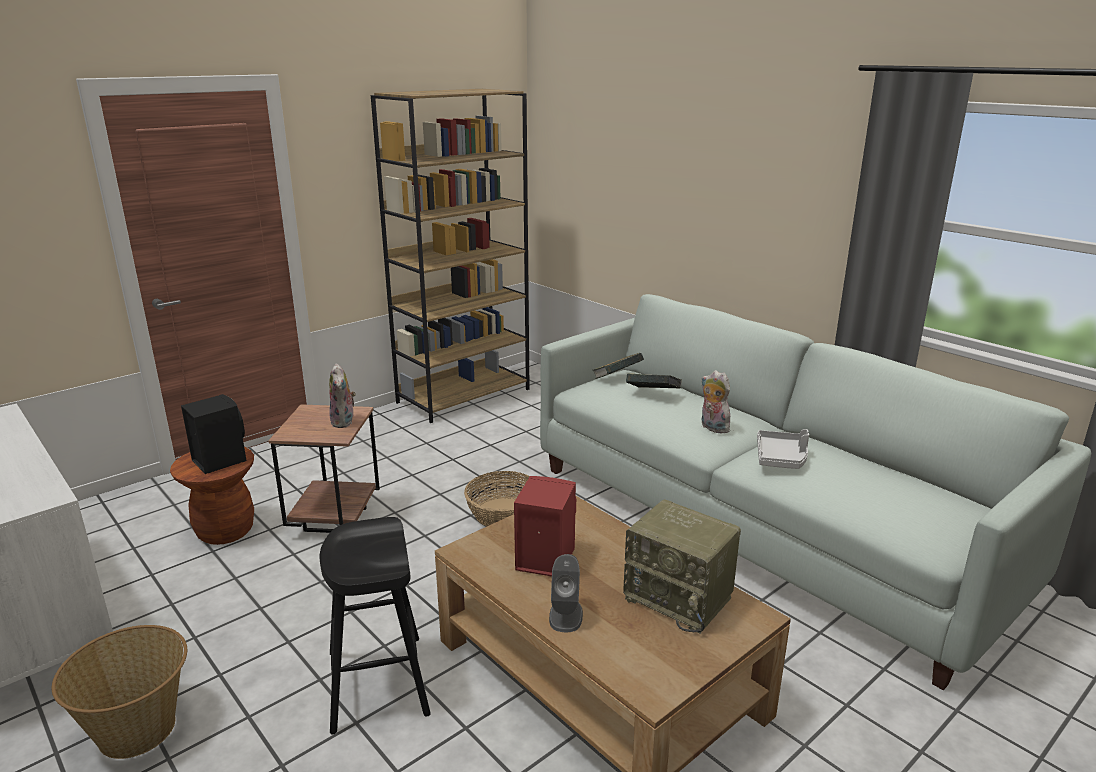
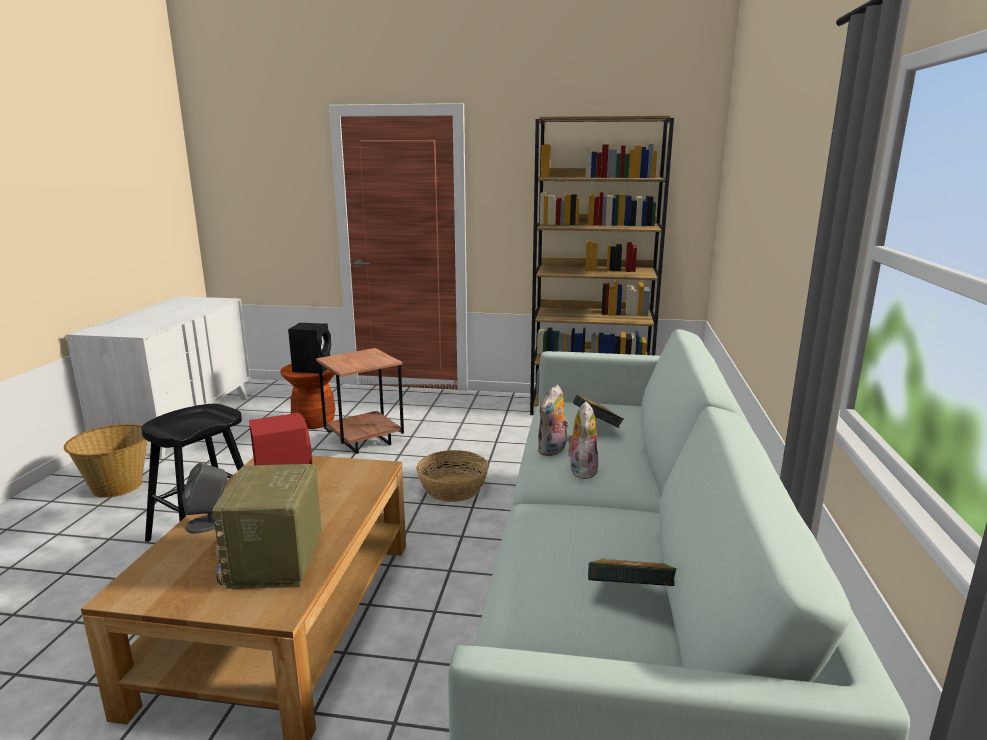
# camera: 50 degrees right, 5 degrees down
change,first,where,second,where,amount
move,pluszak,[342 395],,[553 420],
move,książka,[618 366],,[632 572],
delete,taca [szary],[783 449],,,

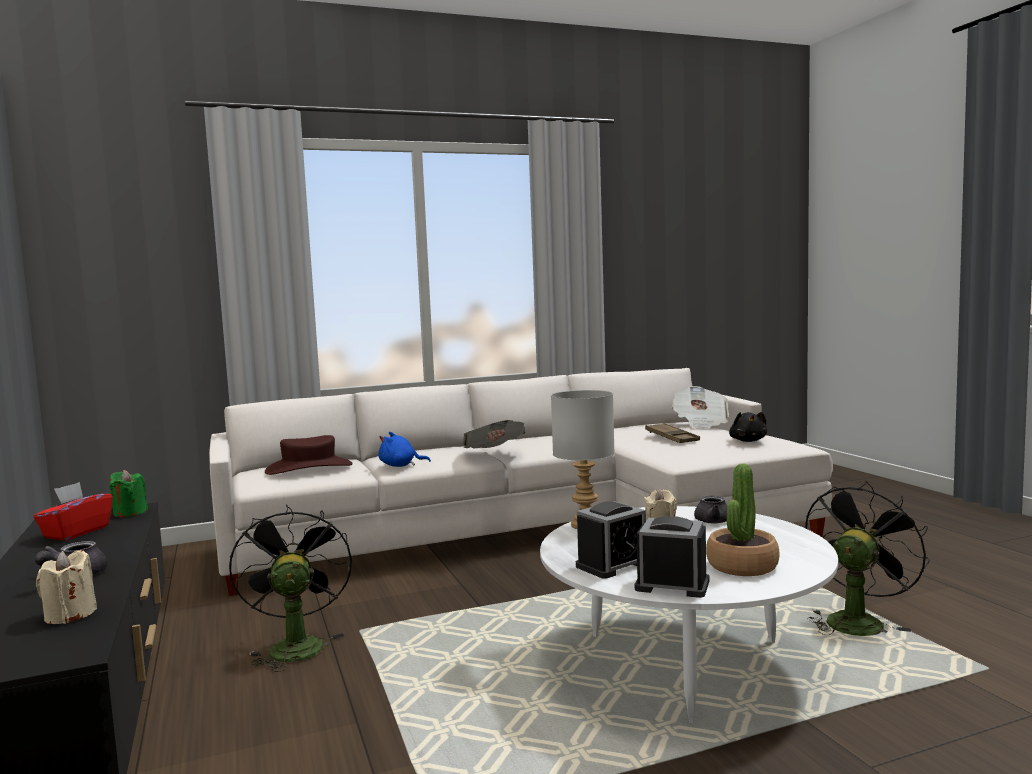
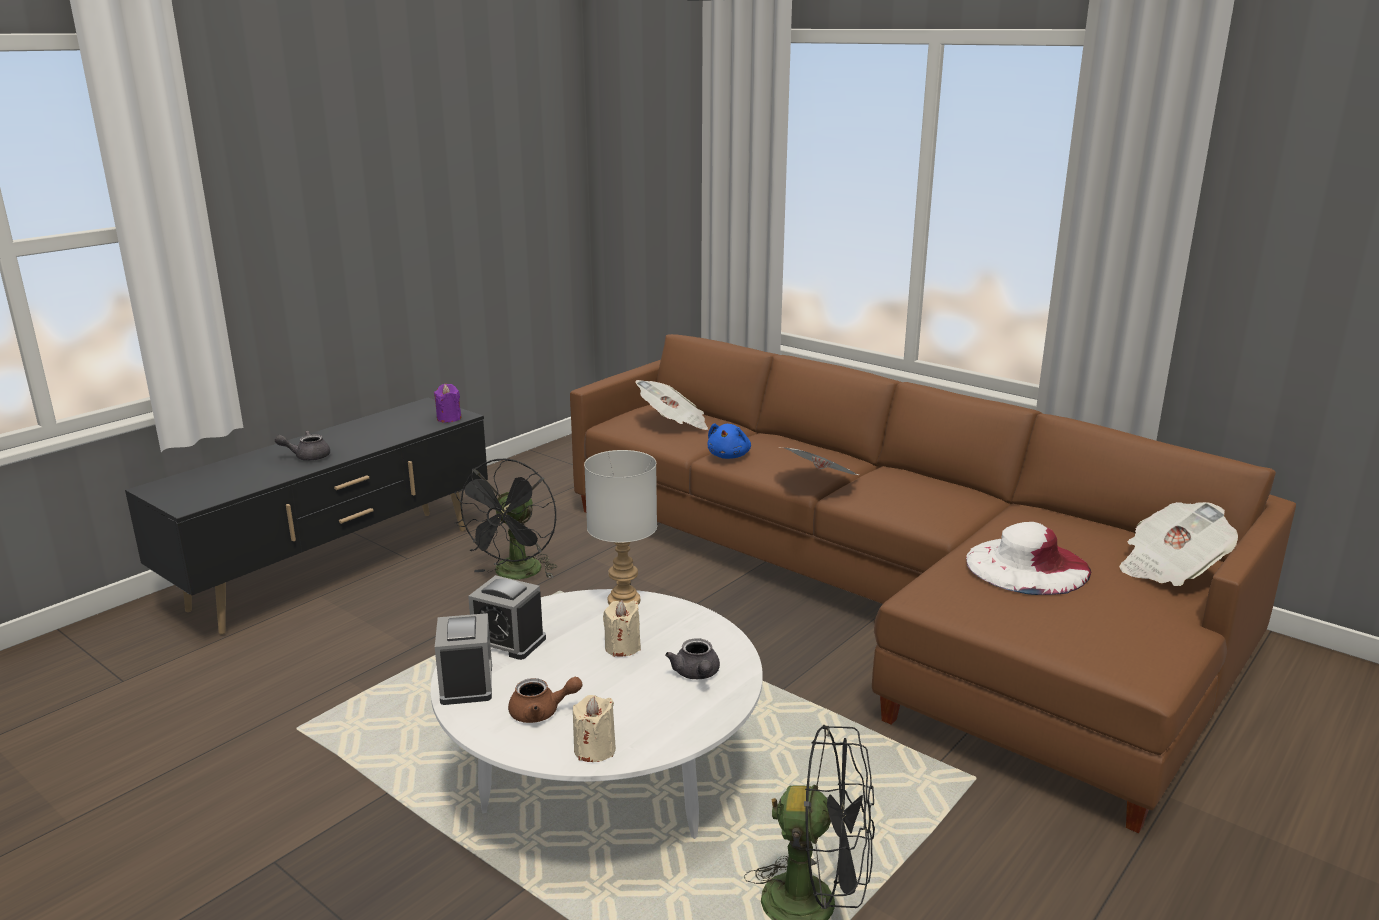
# camera: 60 degrees right, 15 degrees up
change,first,where,second,where,amount
delete,pudełko chusteczek [czerwony],[73 511],,,
move,świeca [beżowy],[66 587],,[594 728],
recolor,świeca [zielony],[128 493],świeca [fioletowy],[448 403],
recolor,kanapa [biały],[521 482],kanapa [brązowy],[933 583],
rotate,wentylator [czarny],[290 588],,[506 518],150 degrees clockwise
replace,kapelusz [brązowy],[308 455],gazeta,[671 405],
rotate,pluszak [niebieski],[404 449],,[729 441],135 degrees counterclockwise
replace,taca [brązowy],[672 433],kapelusz [biały],[1028 558],
replace,roślina doniczkowa,[742 520],imbryk [brązowy],[545 700],
delete,pluszak [czarny],[748 427],,,

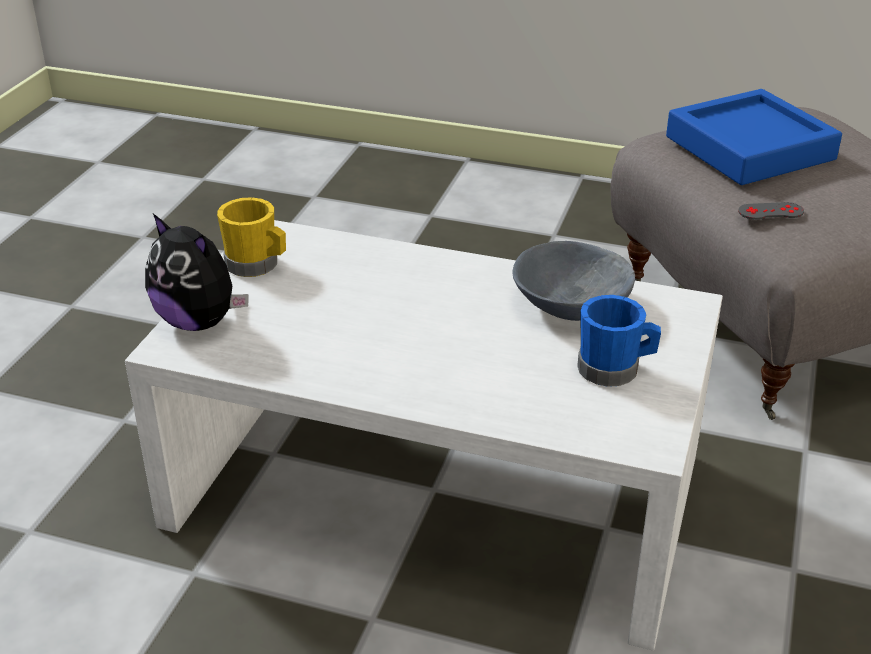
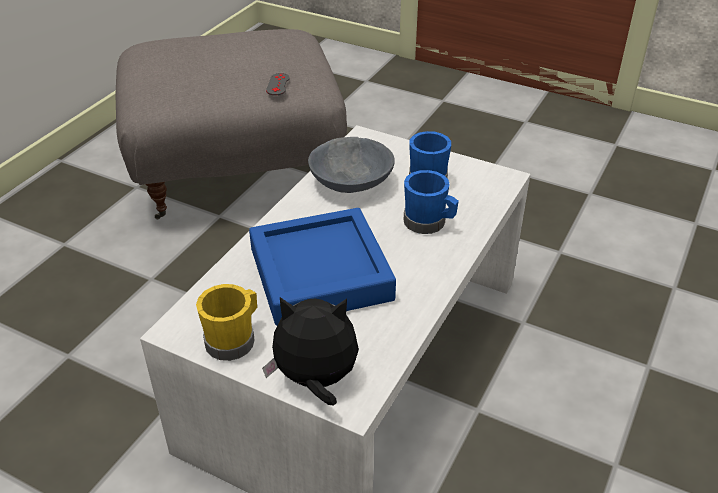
# camera: 80 degrees left, 5 degrees up
change,first,where,second,where,amount
rotate,pluszak,[197 272],,[310 351],135 degrees counterclockwise
move,taca [niebieski],[754 137],,[322 267],
insert,,,kubek [niebieski],[431 202],

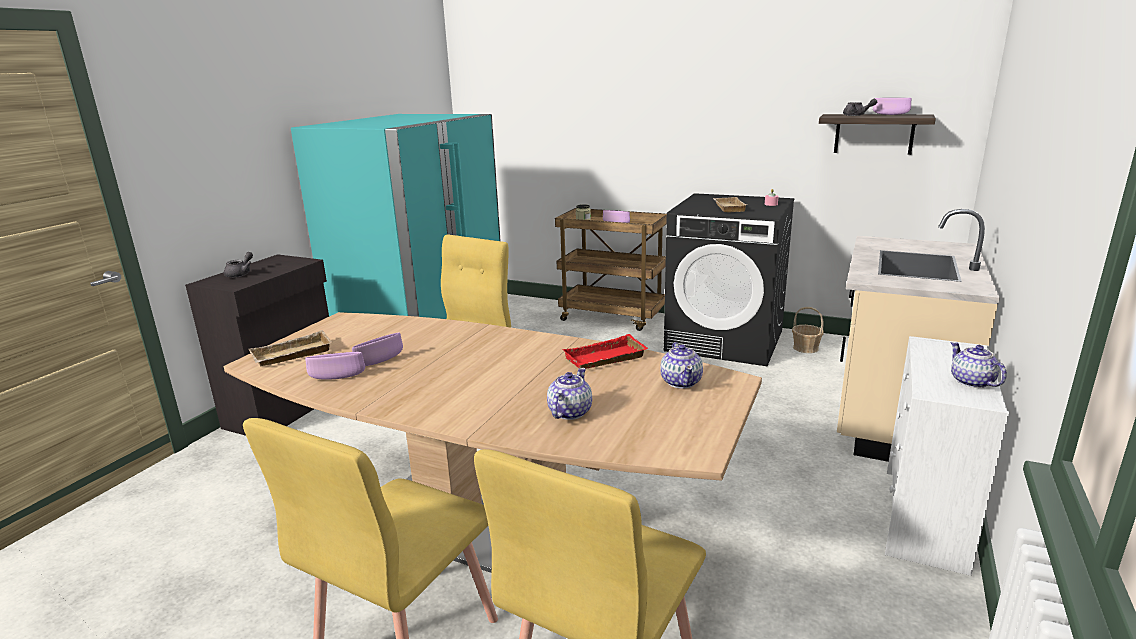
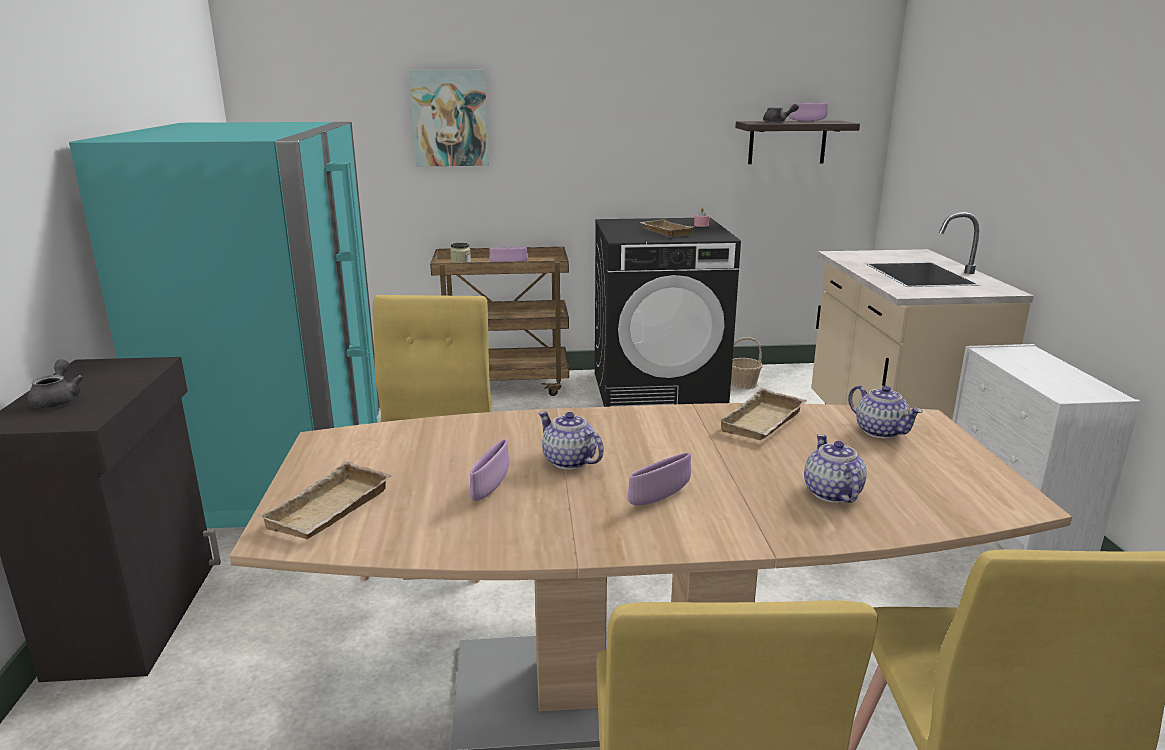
# camera: 30 degrees left, 0 degrees up
change,first,where,second,where,amount
move,miska [fioletowy],[335 366],,[659 478],
recolor,taca [czerwony],[605 351],taca [beżowy],[762 414],
move,imbryk,[978 365],,[571 440],
insert,,,obraz,[449 118],

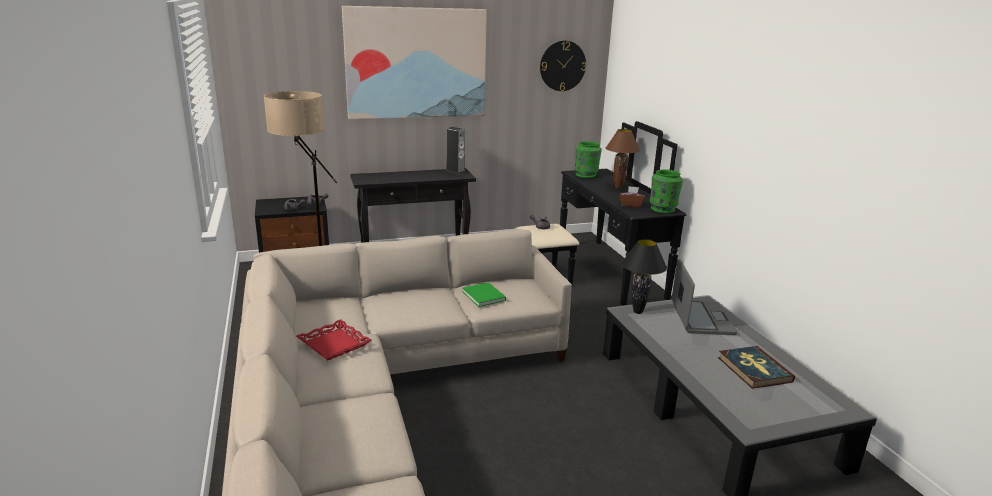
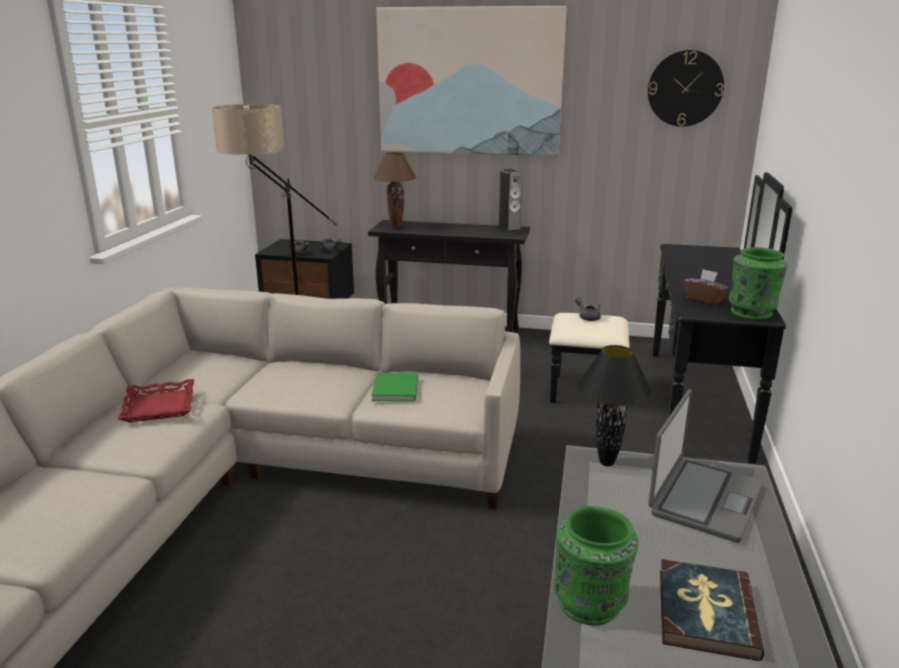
# camera: 30 degrees right, 0 degrees up
change,first,where,second,where,amount
move,wazon [zielony],[588 159],,[596 566],
move,lampa stołowa [brązowy],[623 159],,[395 190],

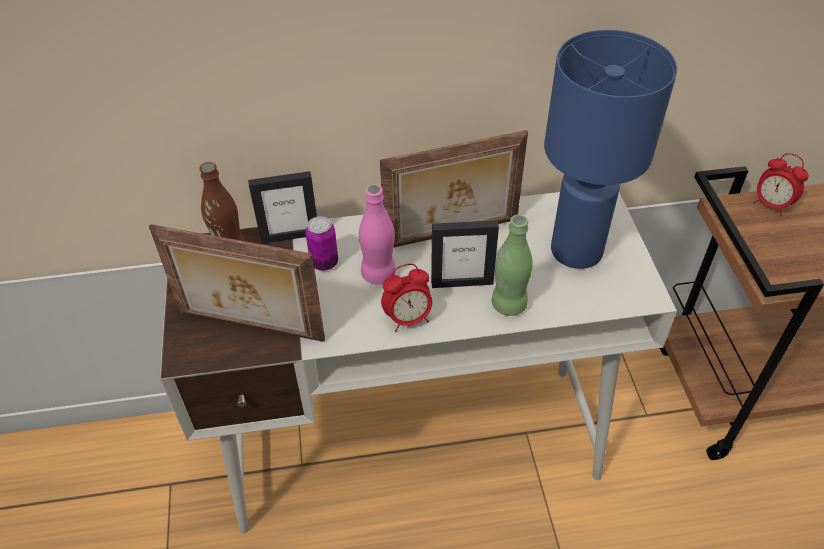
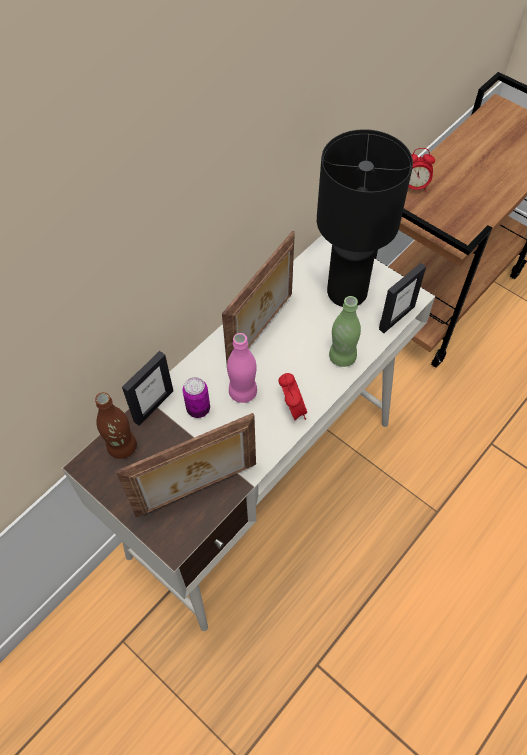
# camera: 40 degrees left, 10 degrees up
change,first,where,second,where,amount
rotate,budzik,[406 298],,[292 396],45 degrees counterclockwise
move,ramka na zdjęcie,[465 254],,[402 298],
recolor,lampa stołowa [niebieski],[610 149],lampa stołowa [czarny],[365 218],

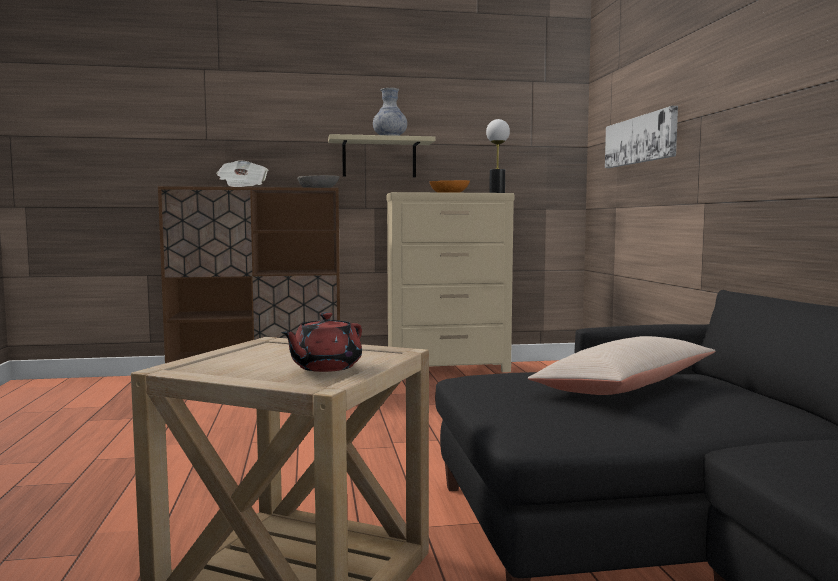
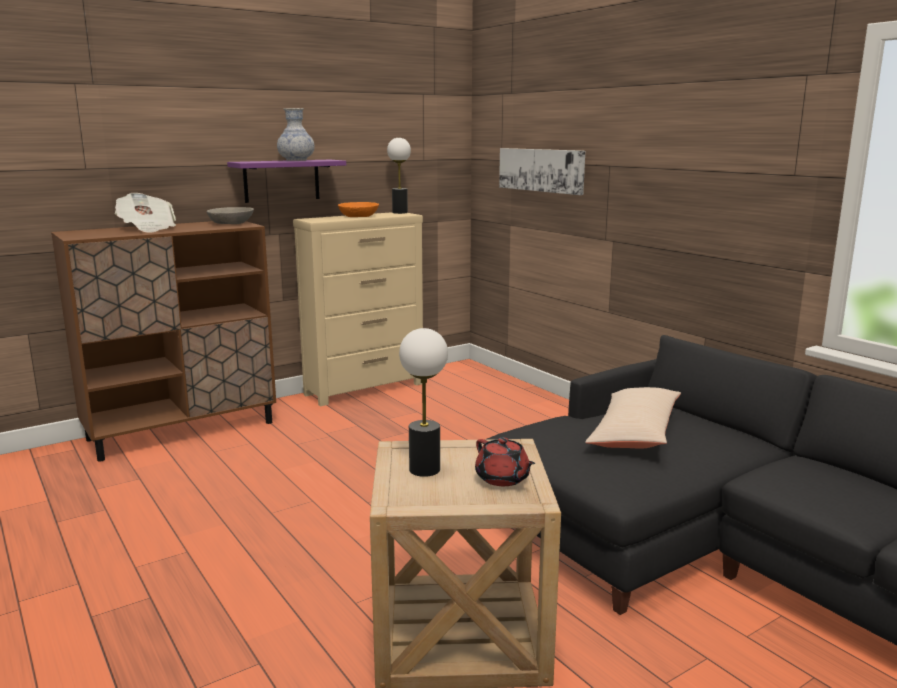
# camera: 25 degrees left, 10 degrees up
change,first,where,second,where,amount
rotate,imbryk [czerwony],[321 342],,[505 461],45 degrees counterclockwise
recolor,półka [beżowy],[382 155],półka [fioletowy],[286 181],
insert,,,lampa stołowa,[423 402],

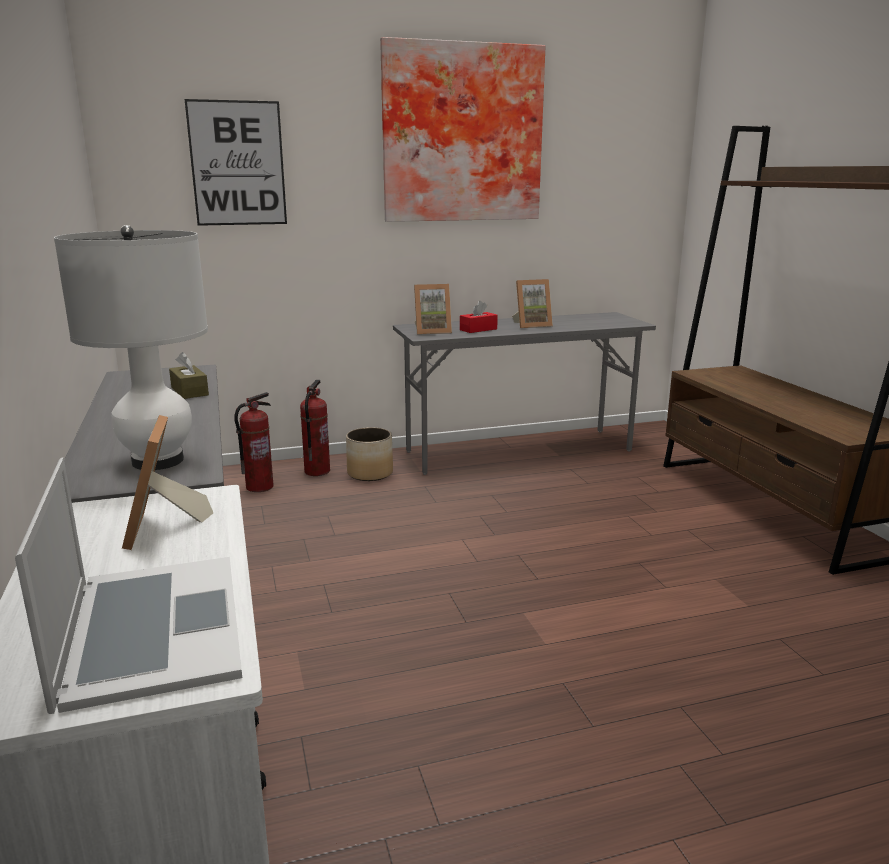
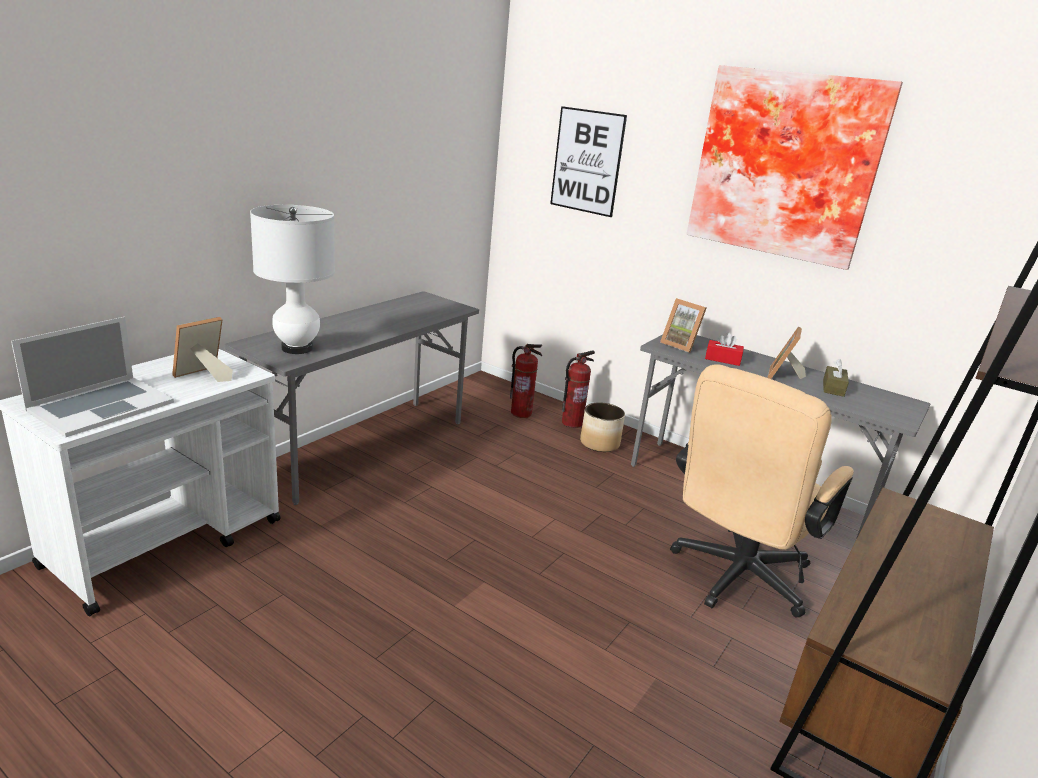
# camera: 50 degrees right, 5 degrees up
change,first,where,second,where,amount
move,pudełko chusteczek [brązowy],[189 375],,[836 378],
rotate,ramka na zdjęcie,[532 303],,[786 353],75 degrees clockwise
insert,,,krzesło biurowe [beżowy],[762 491],

